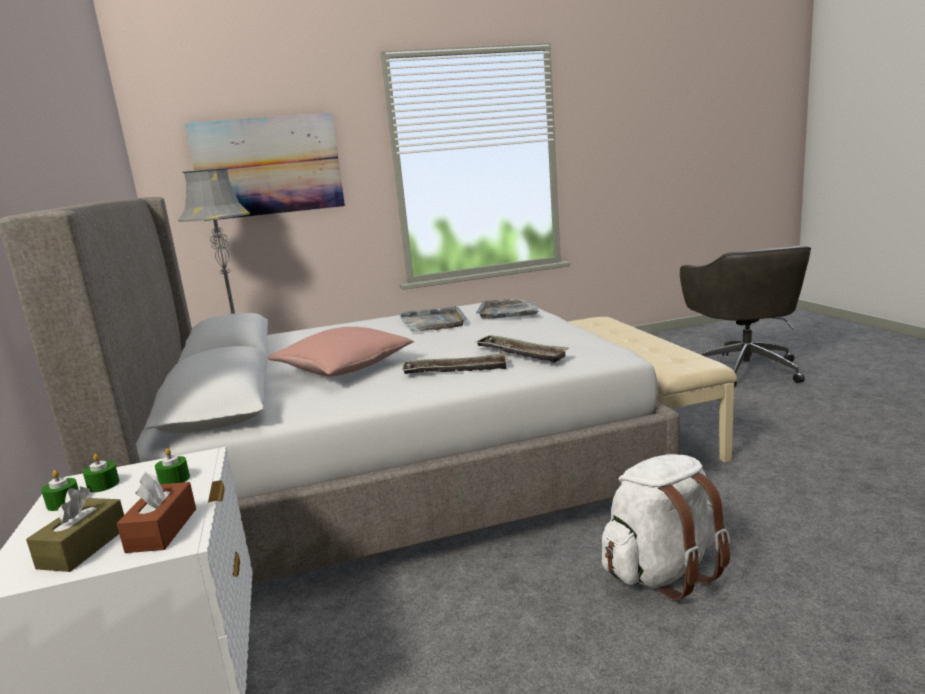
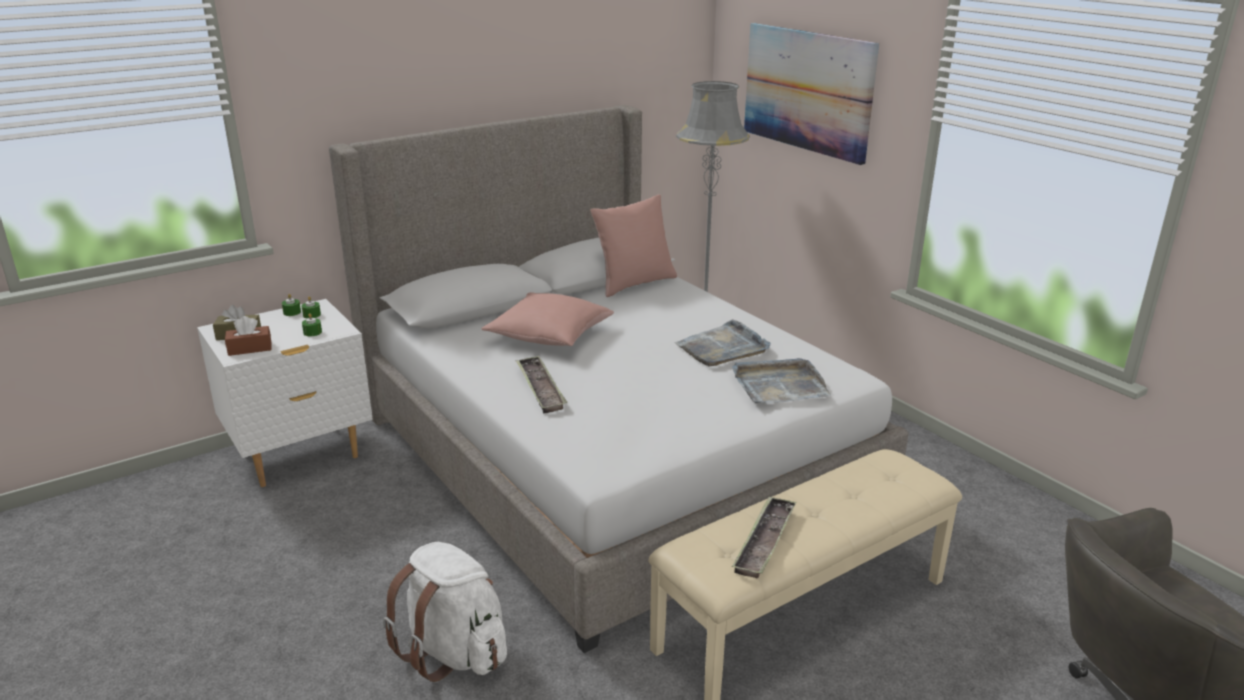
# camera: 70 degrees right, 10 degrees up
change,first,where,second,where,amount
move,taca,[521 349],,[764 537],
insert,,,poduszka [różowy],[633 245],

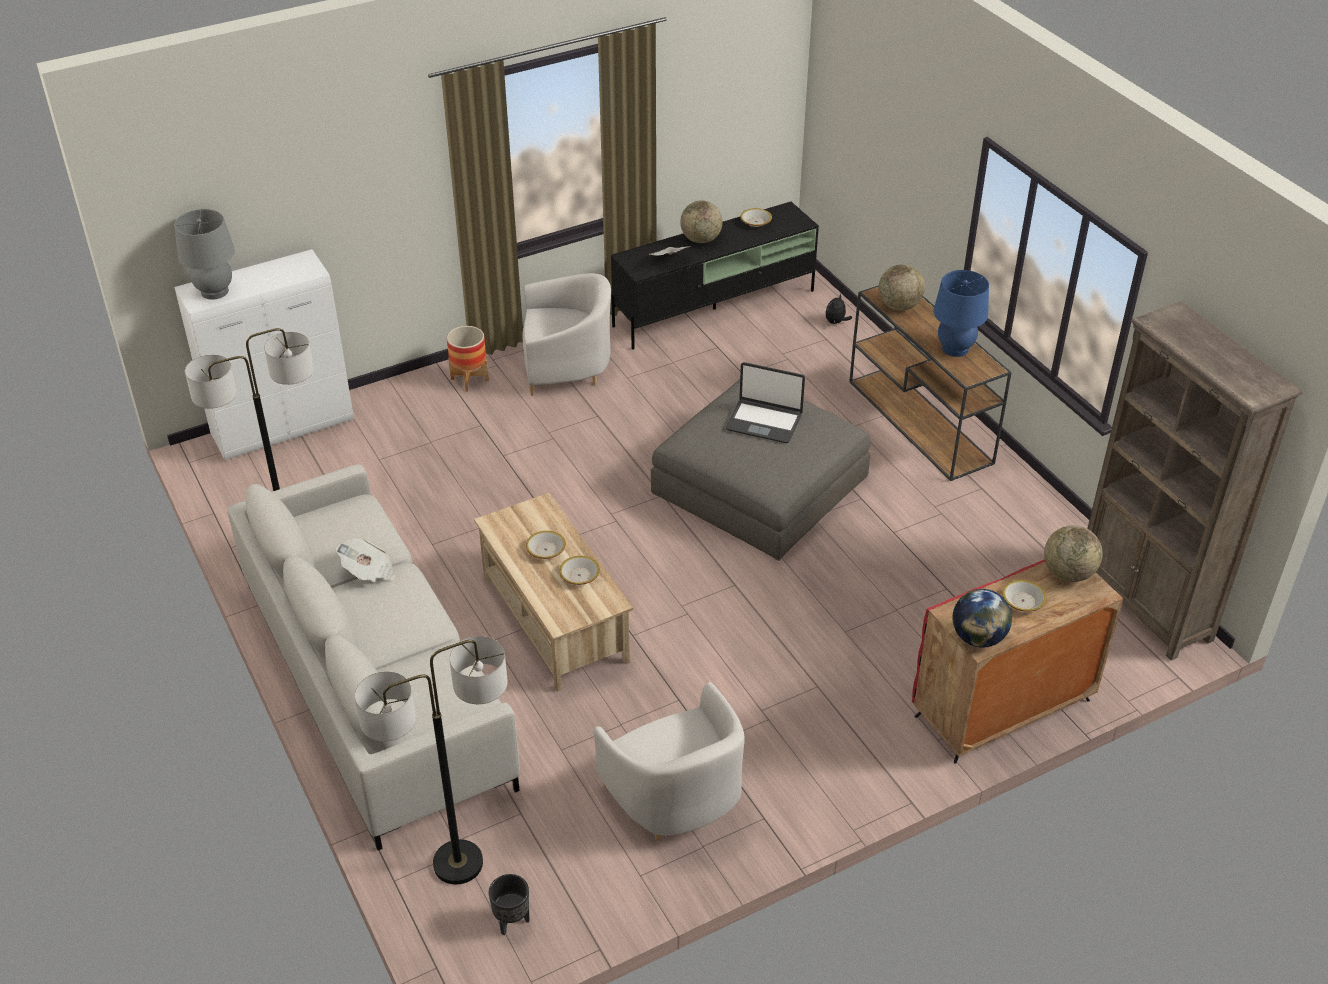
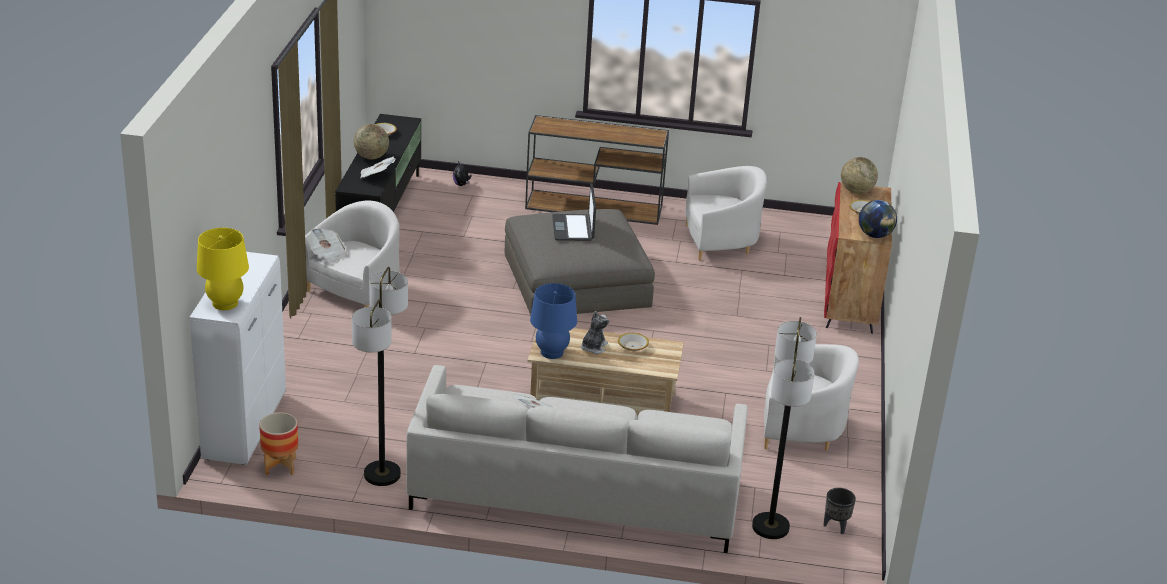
# camera: 55 degrees left, 10 degrees down
change,first,where,second,where,amount
recolor,lampa stołowa [szary],[204 254],lampa stołowa [żółty],[223 269],
move,donica,[468 359],,[278 443],
replace,miska,[546 545],pluszak,[595 332],
rotate,laptop,[765 402],,[574 212],120 degrees clockwise
delete,globus,[902 287],,,
move,lampa stołowa [niebieski],[961 313],,[553 321],
delete,regał [brązowy],[1195 481],,,
insert,,,gazeta,[327 246],
insert,,,fotel [biały],[726 213],

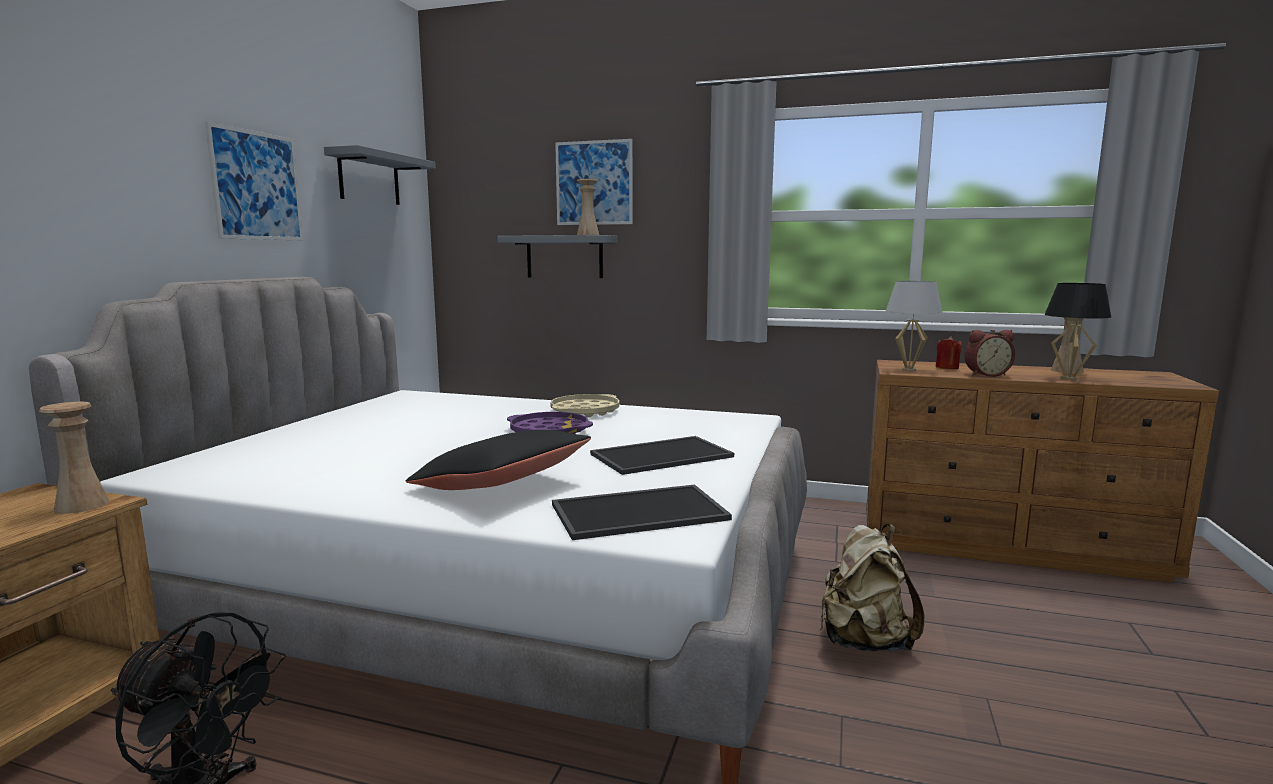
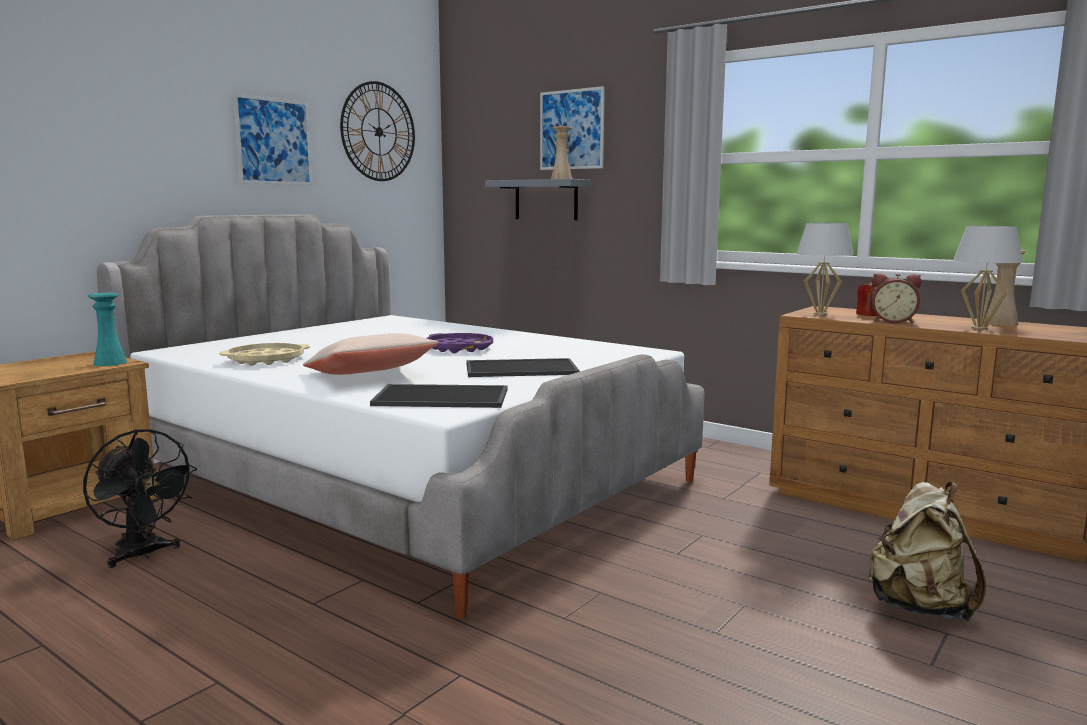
# camera: 20 degrees right, 0 degrees up
change,first,where,second,where,amount
recolor,wazon [beżowy],[74 458],wazon [turkusowy],[107 329],
replace,półka [szary],[380 175],zegar ścienny,[377 131],
recolor,poduszka [czarny],[498 460],poduszka [beżowy],[371 354],
move,taca [beżowy],[584 406],,[264 354],
move,plecak [beżowy],[872 587],,[926 551],
recolor,lampa stołowa [czarny],[1077 331],lampa stołowa [biały],[988 278],

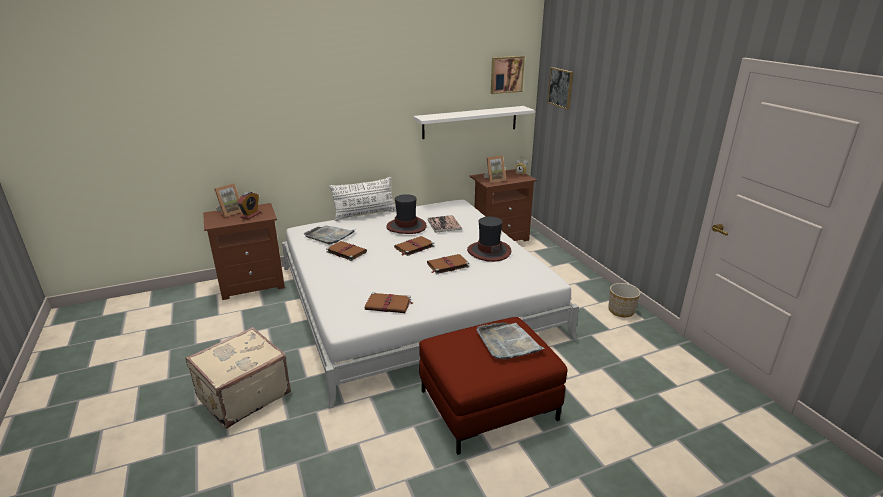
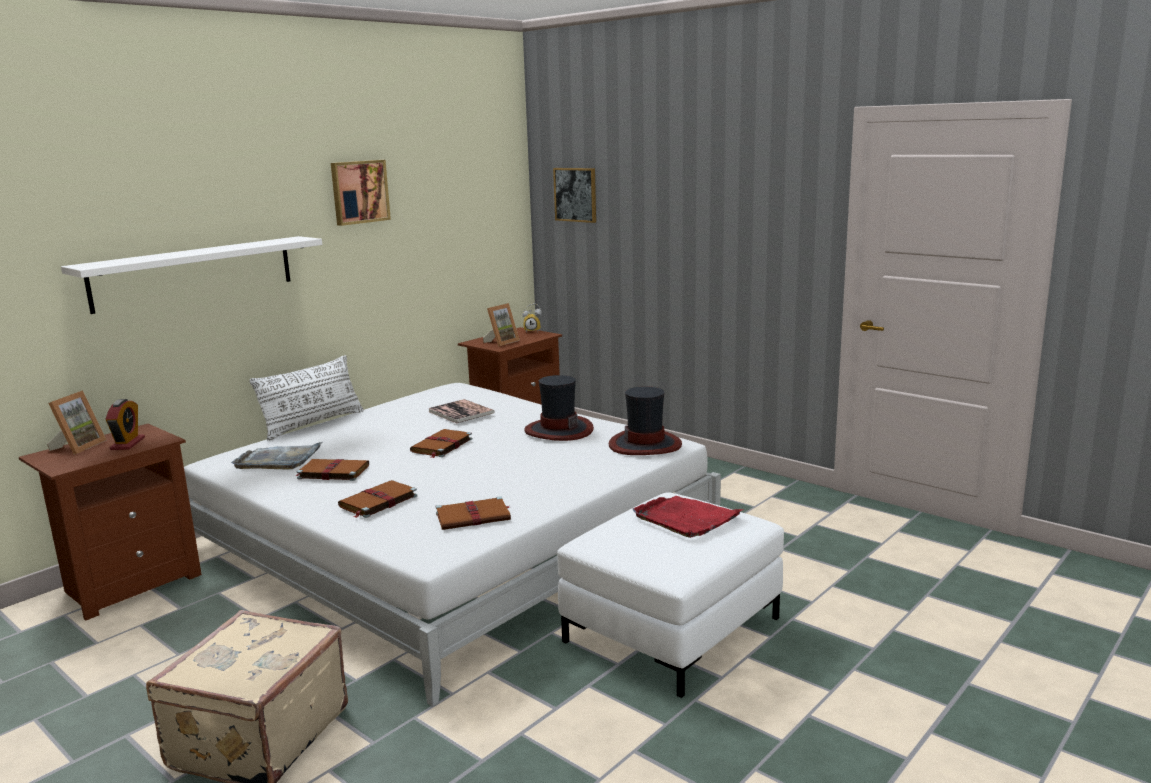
# camera: 25 degrees left, 10 degrees down
change,first,where,second,where,amount
move,kapelusz,[406 214],,[645 420],
move,półka [biały],[474 122],,[192 275],
recolor,pufa [czerwony],[493 386],pufa [biały],[670 595],
move,książka [brązowy],[448 264],,[377 499],
recolor,taca [szary],[510 340],taca [czerwony],[688 517],
move,obraz,[508 75],,[361 193],
delete,donica,[624 300],,,

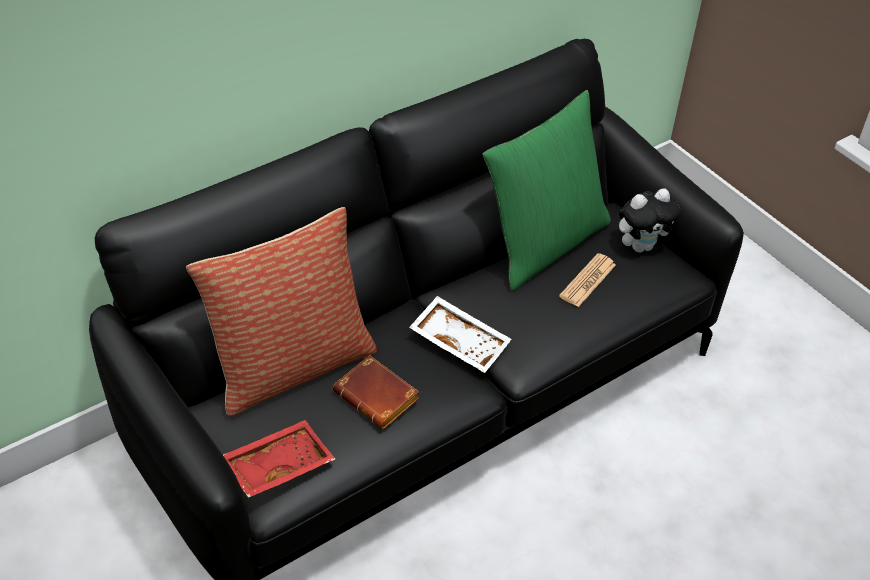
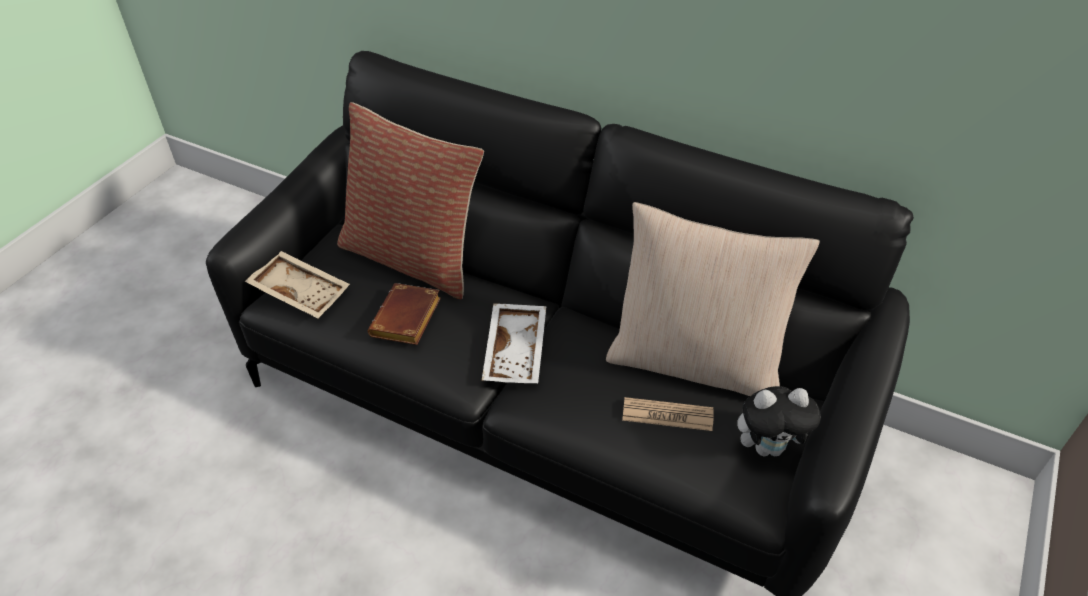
# camera: 65 degrees right, 0 degrees up
change,first,where,second,where,amount
recolor,taca [czerwony],[279 459],taca [beżowy],[297 284],
recolor,poduszka [zielony],[547 190],poduszka [beżowy],[713 299],
rotate,pluszak,[650 221],,[779 421],45 degrees counterclockwise

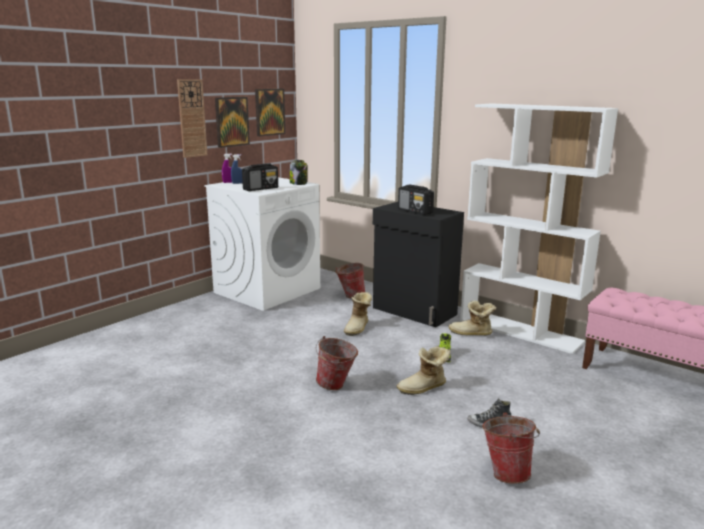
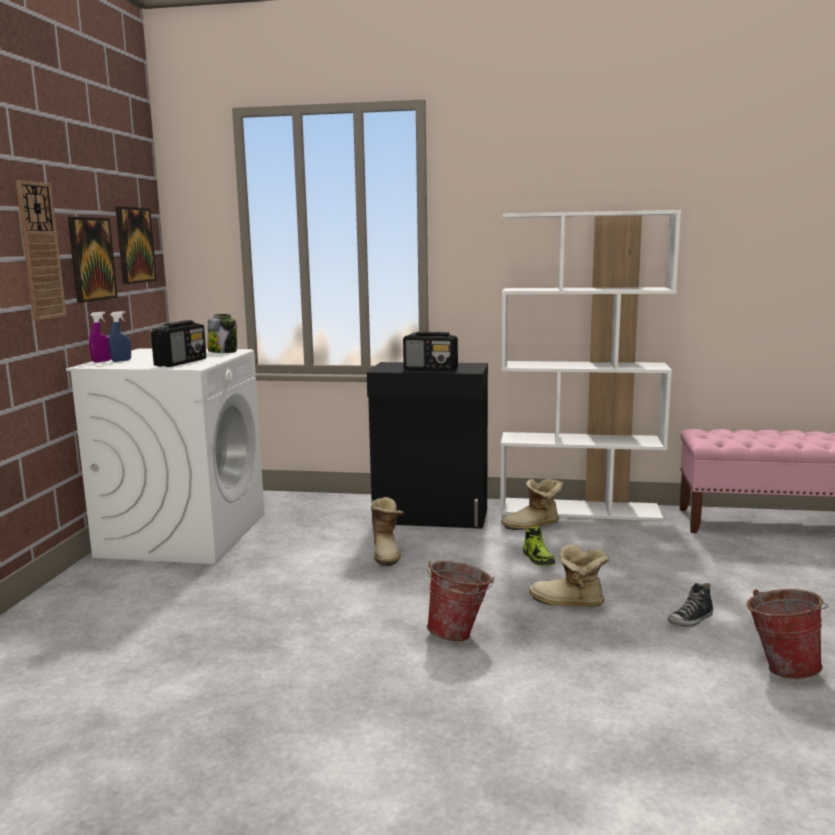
# camera: 30 degrees left, 5 degrees down
change,first,where,second,where,amount
delete,wiadro,[350 280],,,
rotate,but z cholewką,[423 370],,[569 575],75 degrees clockwise

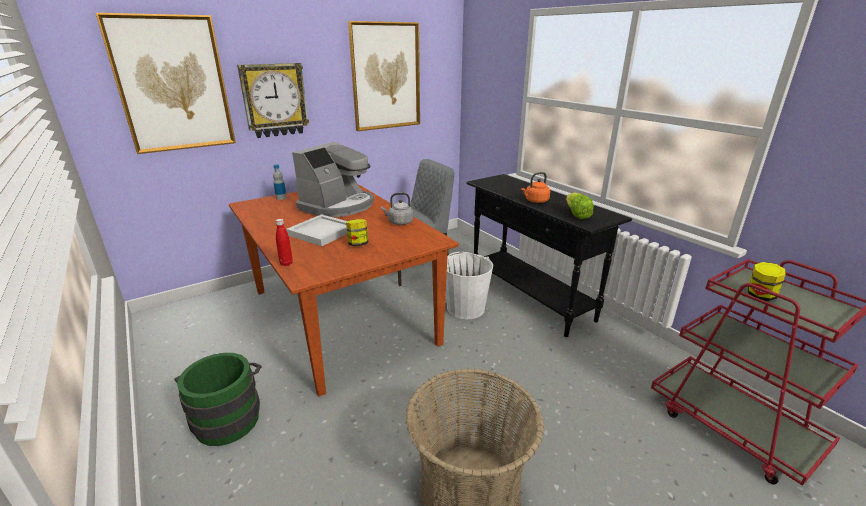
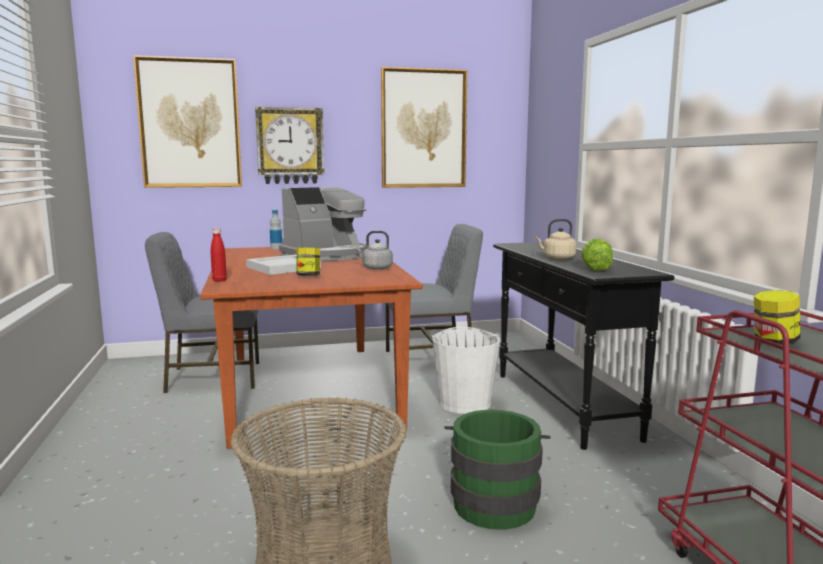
# camera: 20 degrees right, 15 degrees down
change,first,where,second,where,amount
move,wiadro [zielony],[217 399],,[497 470],
recolor,czajnik [pomarańczowy],[535 187],czajnik [beżowy],[555 239],
insert,,,krzesło [szary],[202 312],

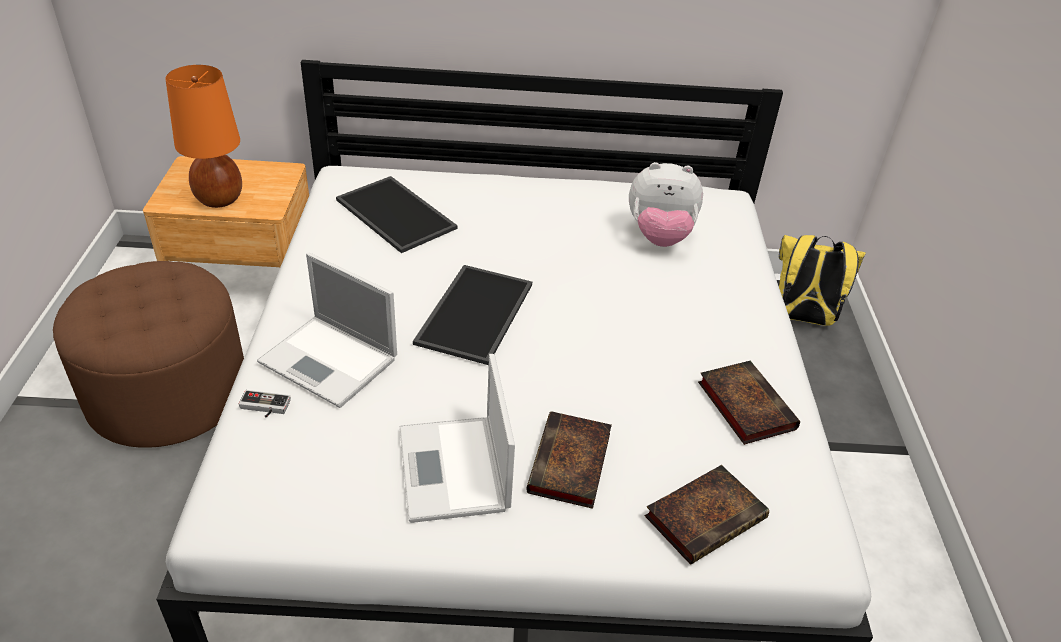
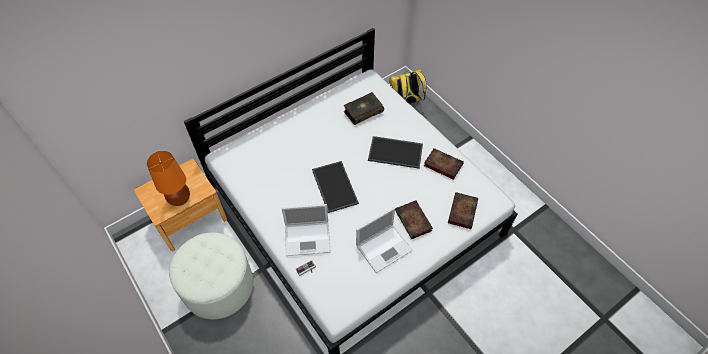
# camera: 35 degrees left, 15 degrees up
change,first,where,second,where,amount
recolor,pufa [brązowy],[148 354],pufa [biały],[211 276],
move,taca,[396 214],,[395 152],
rotate,laptop,[457 438],,[384 240],75 degrees counterclockwise
replace,pluszak,[666 204],książka,[364 108],

